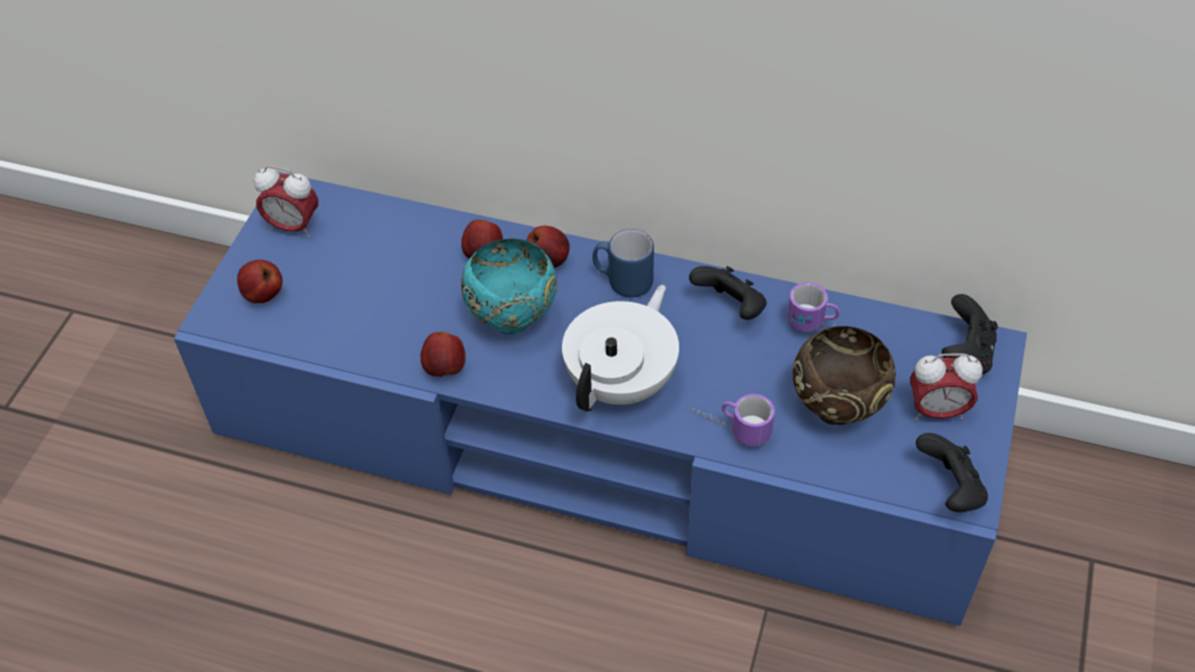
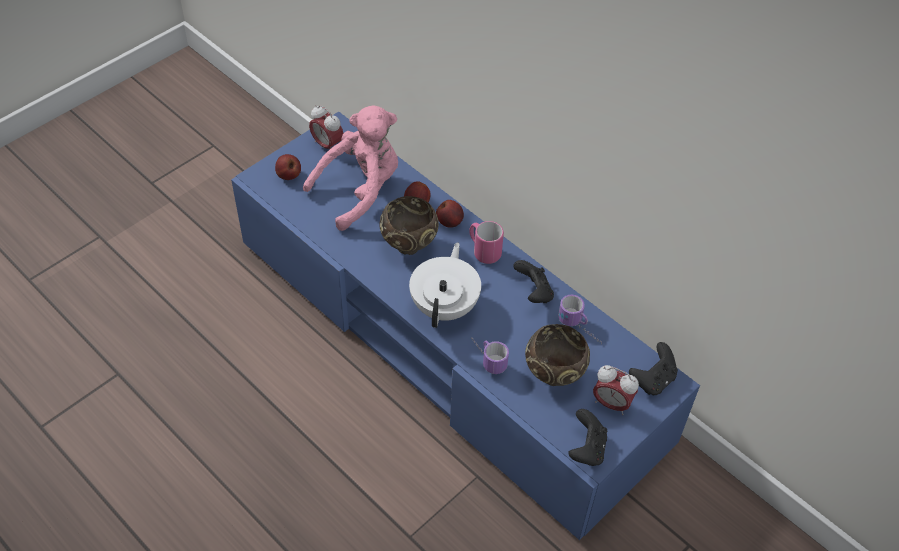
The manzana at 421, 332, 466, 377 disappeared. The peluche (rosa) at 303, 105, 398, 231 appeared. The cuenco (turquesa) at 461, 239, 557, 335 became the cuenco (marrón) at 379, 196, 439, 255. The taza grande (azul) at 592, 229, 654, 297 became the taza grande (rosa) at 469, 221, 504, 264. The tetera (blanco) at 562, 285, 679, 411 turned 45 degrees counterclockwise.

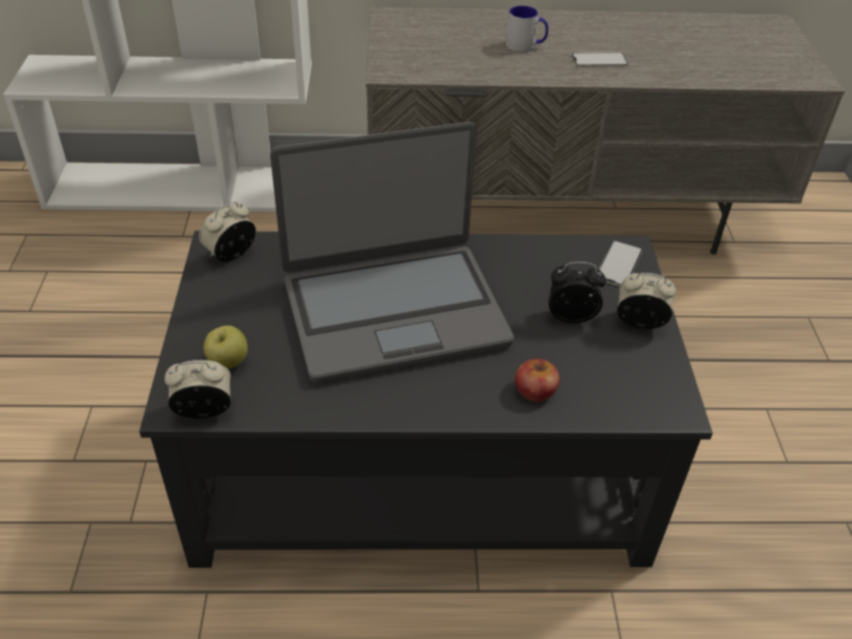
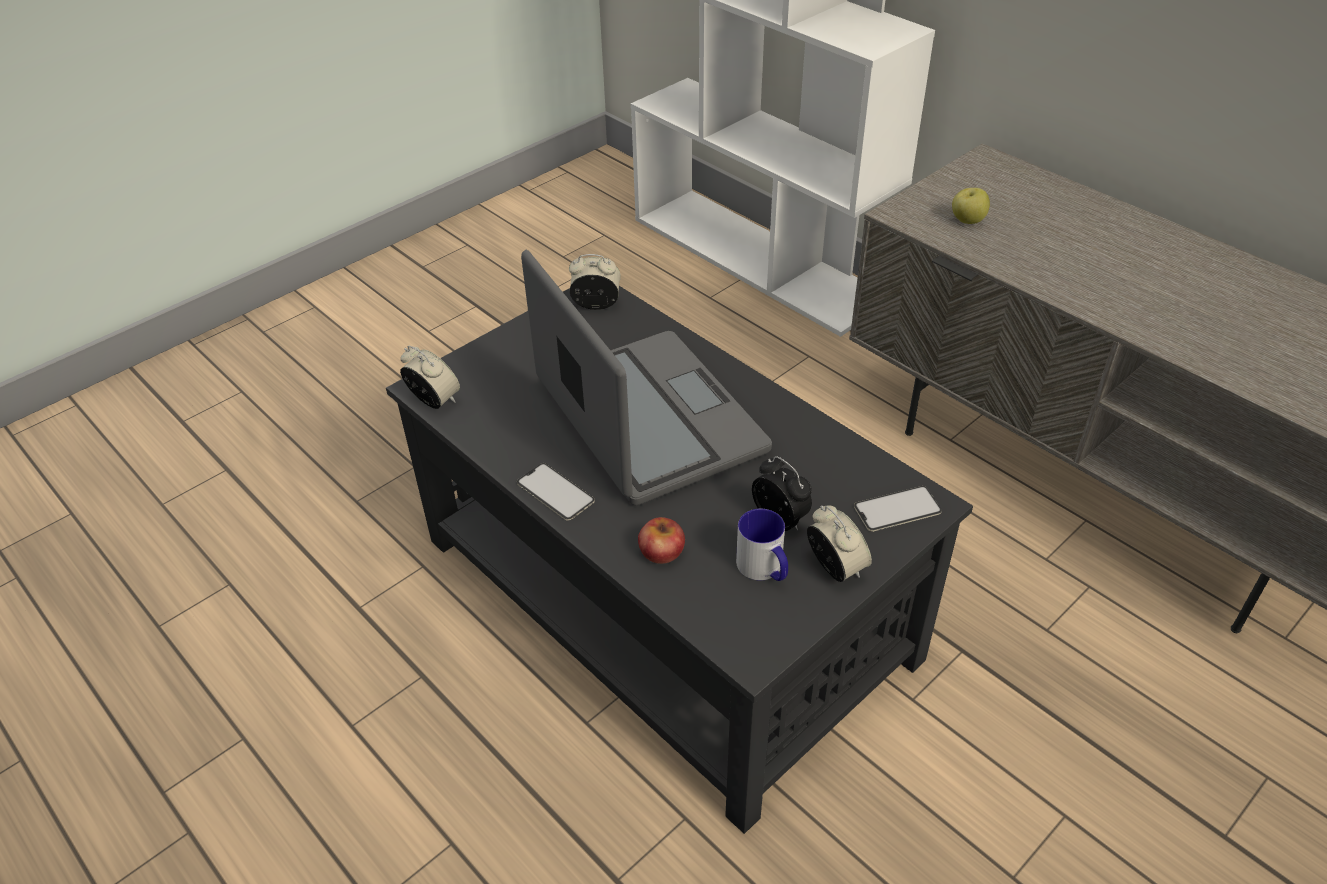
The manzana moved from 204, 326, 248, 369 to 952, 188, 990, 224. The taza grande moved from 506, 6, 548, 52 to 736, 509, 788, 581. The móvil moved from 571, 52, 628, 67 to 517, 463, 595, 521. The portátil at 270, 122, 514, 383 turned 150 degrees counterclockwise.

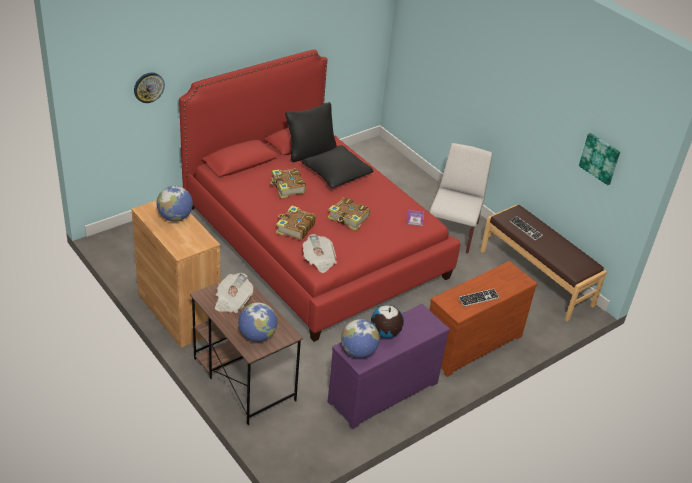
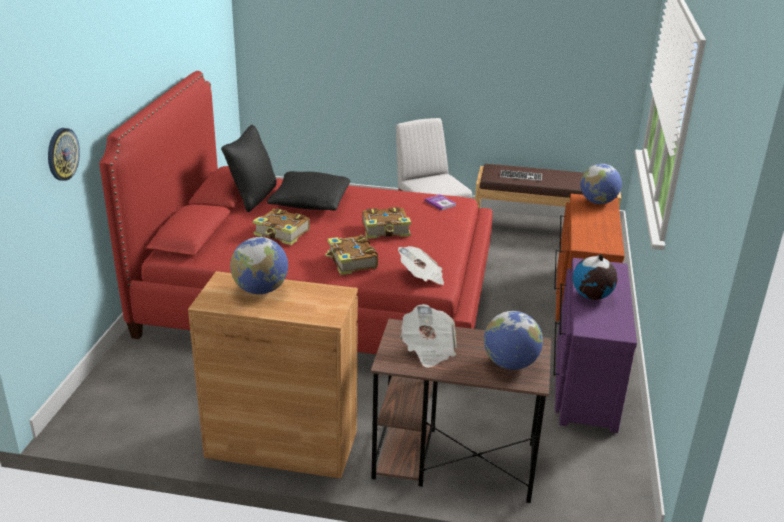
The teclado at 458, 289, 500, 307 disappeared. The cuadro at 579, 133, 620, 185 disappeared. The globo terráqueo moved from 341, 319, 380, 358 to 580, 164, 622, 204.

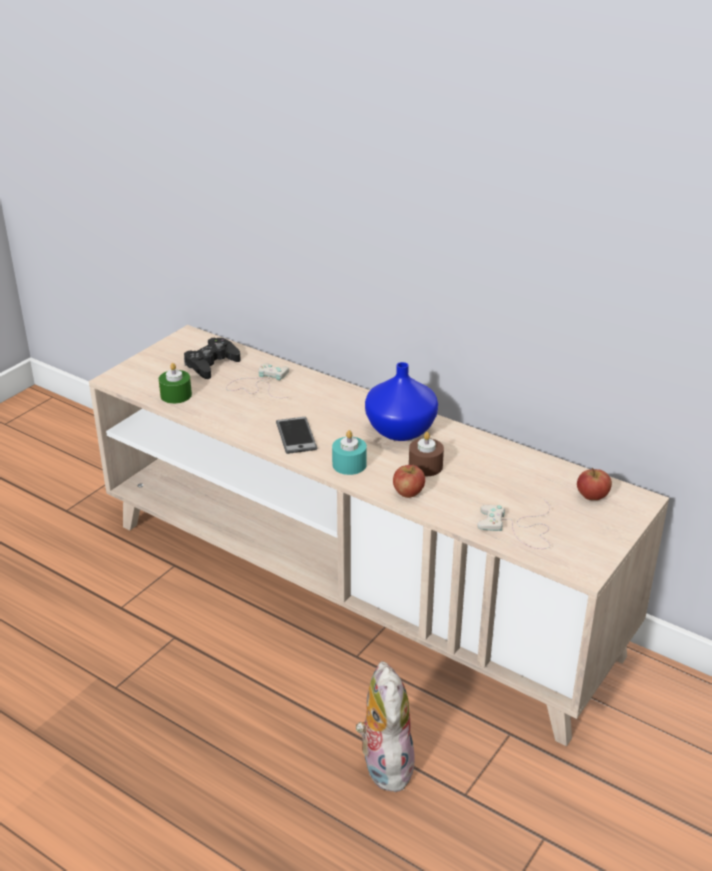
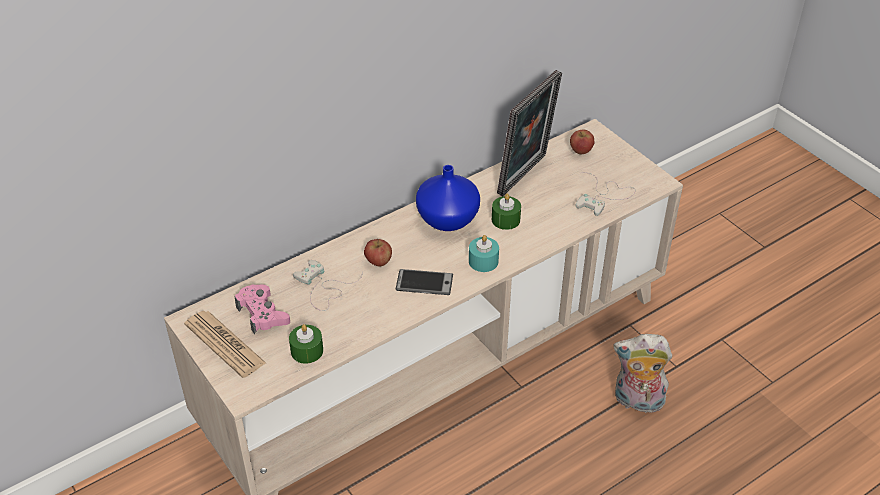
The periódico at 184, 311, 266, 378 appeared. The portarretratos at 497, 70, 562, 196 appeared. The manzana moved from 393, 465, 425, 498 to 364, 239, 392, 267. The mando de consola (negro) at 184, 338, 240, 379 became the mando de consola (rosa) at 235, 284, 290, 334. The vela (marrón) at 409, 432, 444, 476 became the vela (verde) at 492, 193, 521, 230.

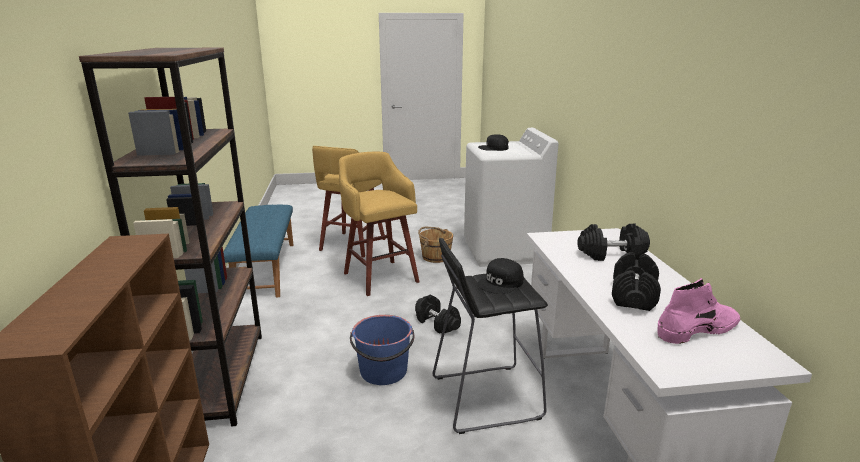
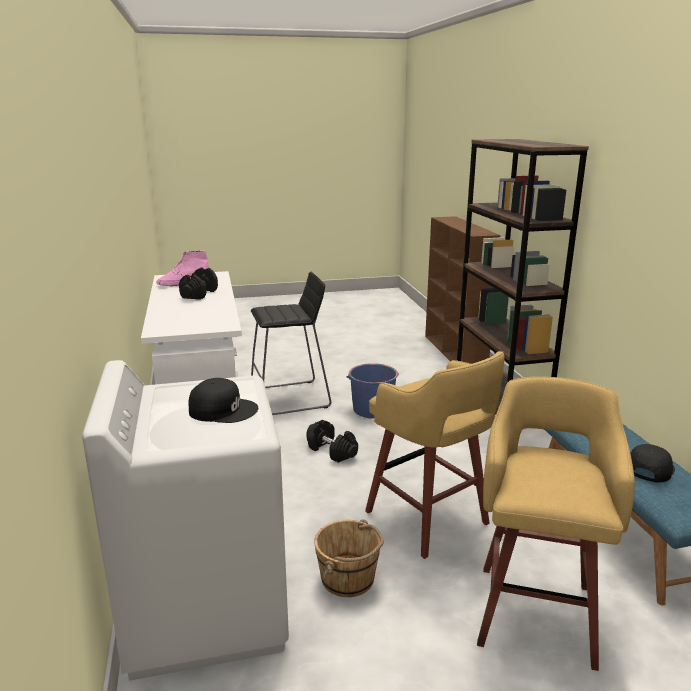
The mancuerna (negro) at 577, 223, 650, 261 disappeared. The gorra (negro) moved from 477, 258, 524, 294 to 631, 444, 675, 483.

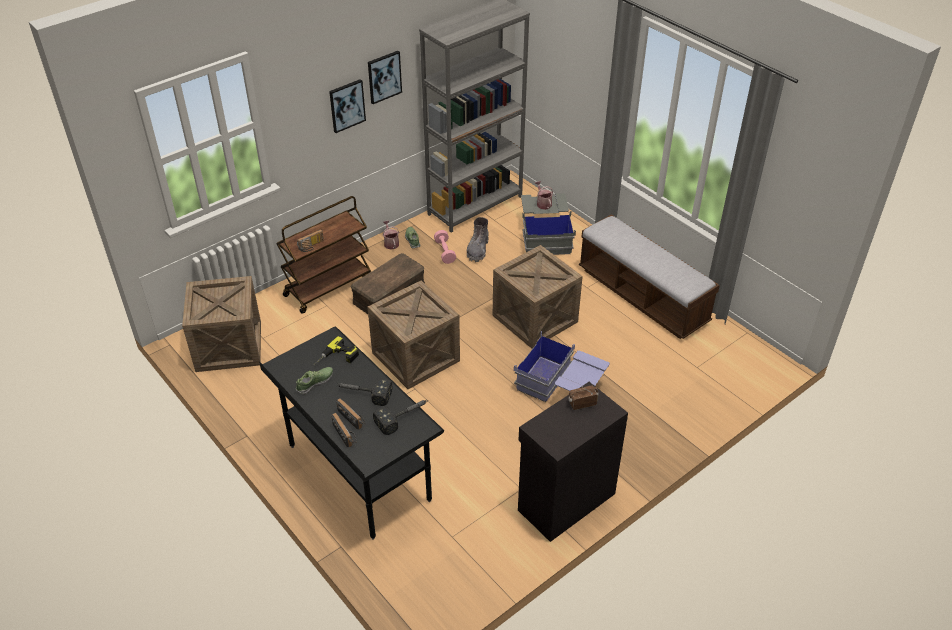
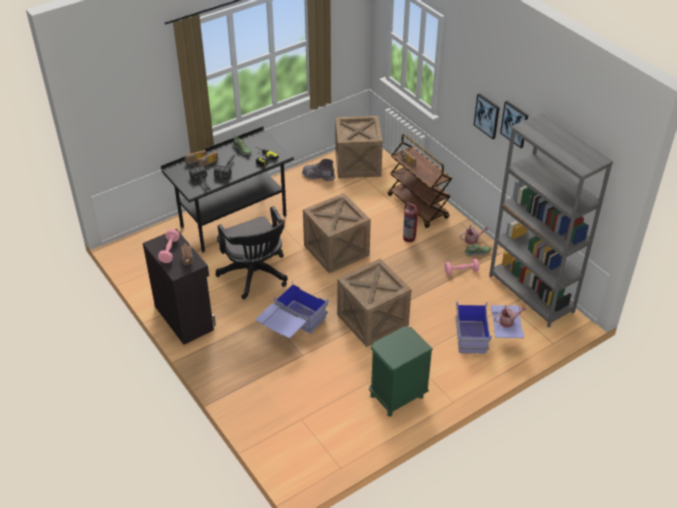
The mancuerna (rosa) at 158, 229, 180, 263 appeared. The silla de oficina (negro) at 216, 206, 288, 299 appeared. The bota (gris) moved from 467, 217, 489, 262 to 302, 159, 335, 181. The caja de almacenaje (marrón) at 351, 253, 425, 314 was replaced by the extintor at 403, 202, 418, 242. The banco at 579, 214, 720, 339 was replaced by the mesita de noche (verde) at 369, 326, 433, 417. The caja de almacenaje (gris) at 521, 193, 576, 255 became the caja de almacenaje (azul) at 455, 301, 524, 354.

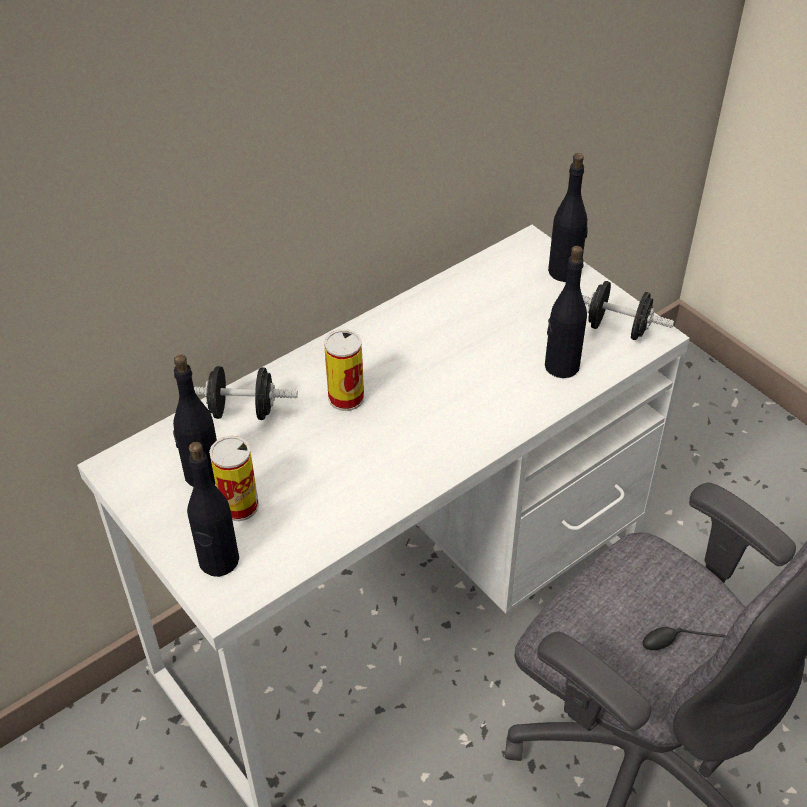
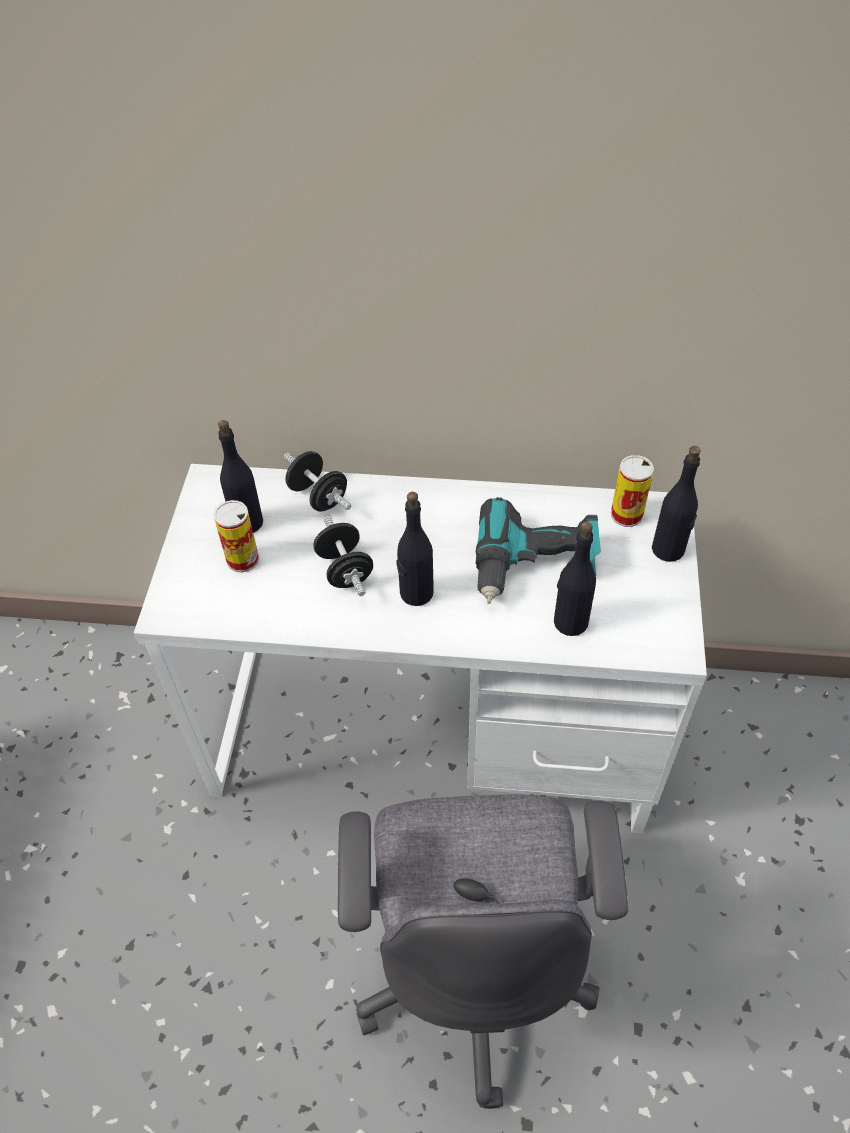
The taladro at 475, 497, 601, 604 appeared. The botella (negro) moved from 187, 442, 239, 577 to 396, 492, 434, 606. The lata moved from 324, 329, 364, 411 to 611, 455, 654, 527. The mancuerna (negro) moved from 582, 281, 674, 340 to 314, 516, 373, 596.

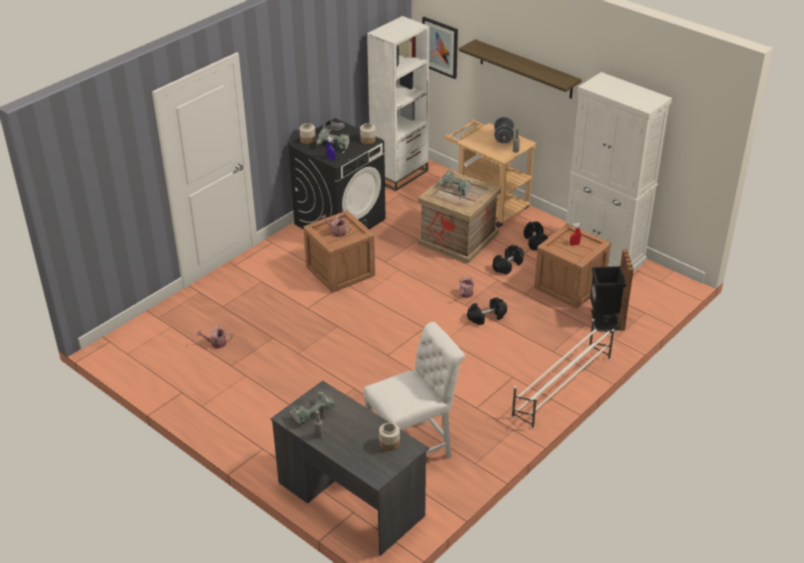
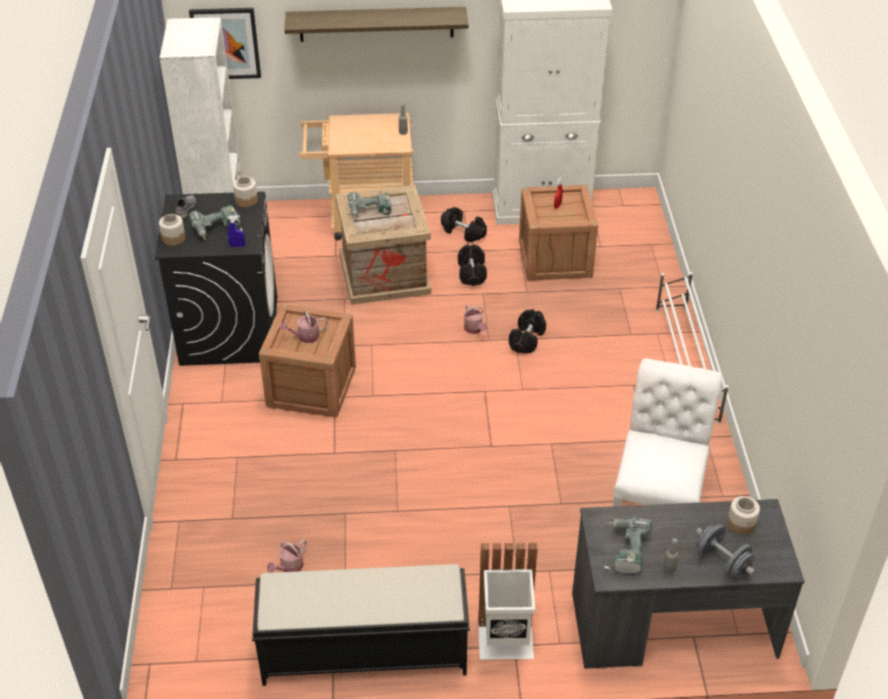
The papelera (negro) at 590, 250, 634, 331 disappeared. The banco (negro) at 252, 564, 470, 686 appeared. The papelera (blanco) at 478, 543, 537, 660 appeared. The mancuerna (gris) moved from 494, 117, 514, 144 to 696, 524, 755, 578.

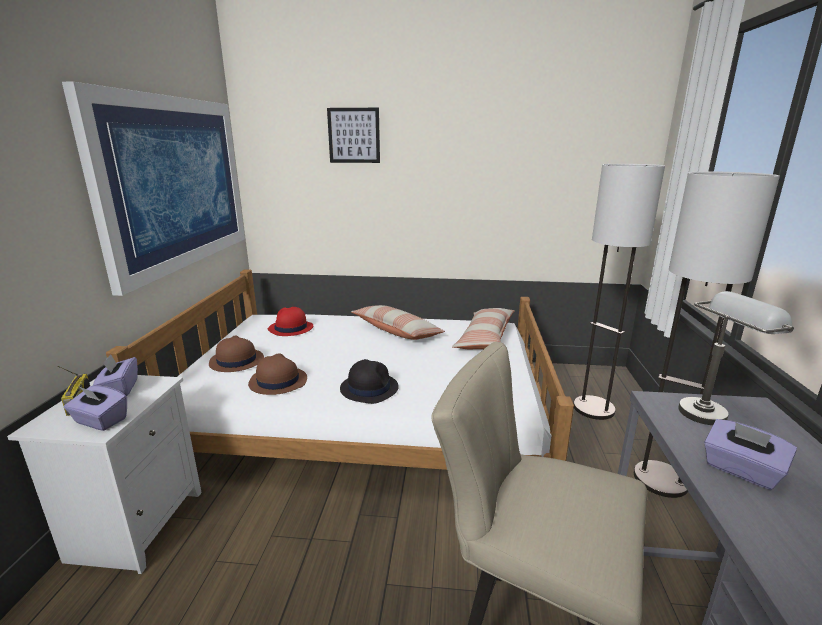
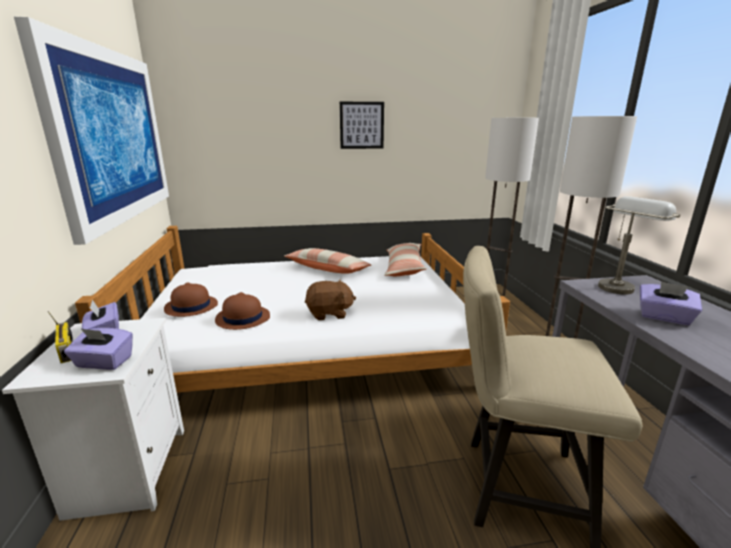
The sombrero (rojo) at 268, 307, 313, 336 disappeared. The cuadro moved from 327, 108, 380, 163 to 340, 102, 384, 149. The sombrero (negro) at 340, 359, 399, 404 was replaced by the peluche (marrón) at 305, 279, 356, 320.

